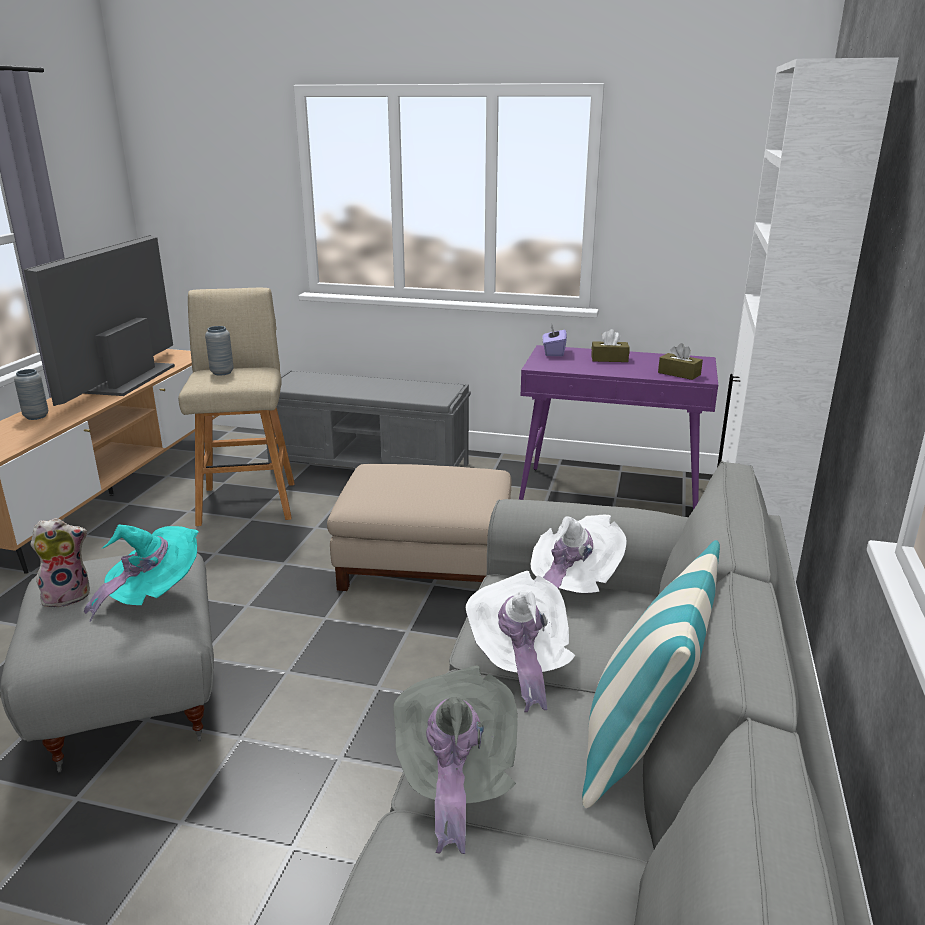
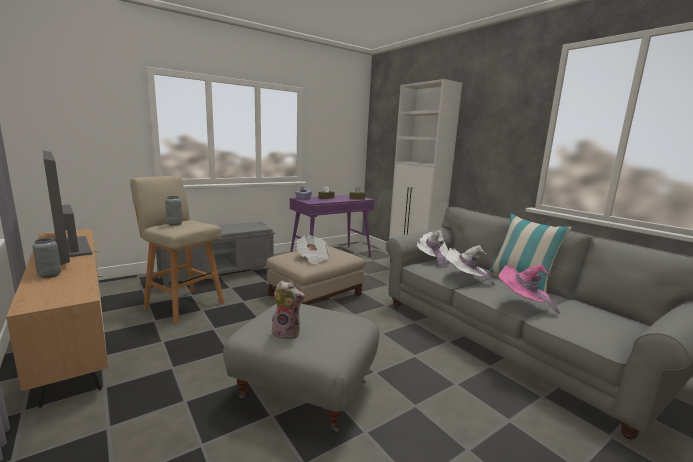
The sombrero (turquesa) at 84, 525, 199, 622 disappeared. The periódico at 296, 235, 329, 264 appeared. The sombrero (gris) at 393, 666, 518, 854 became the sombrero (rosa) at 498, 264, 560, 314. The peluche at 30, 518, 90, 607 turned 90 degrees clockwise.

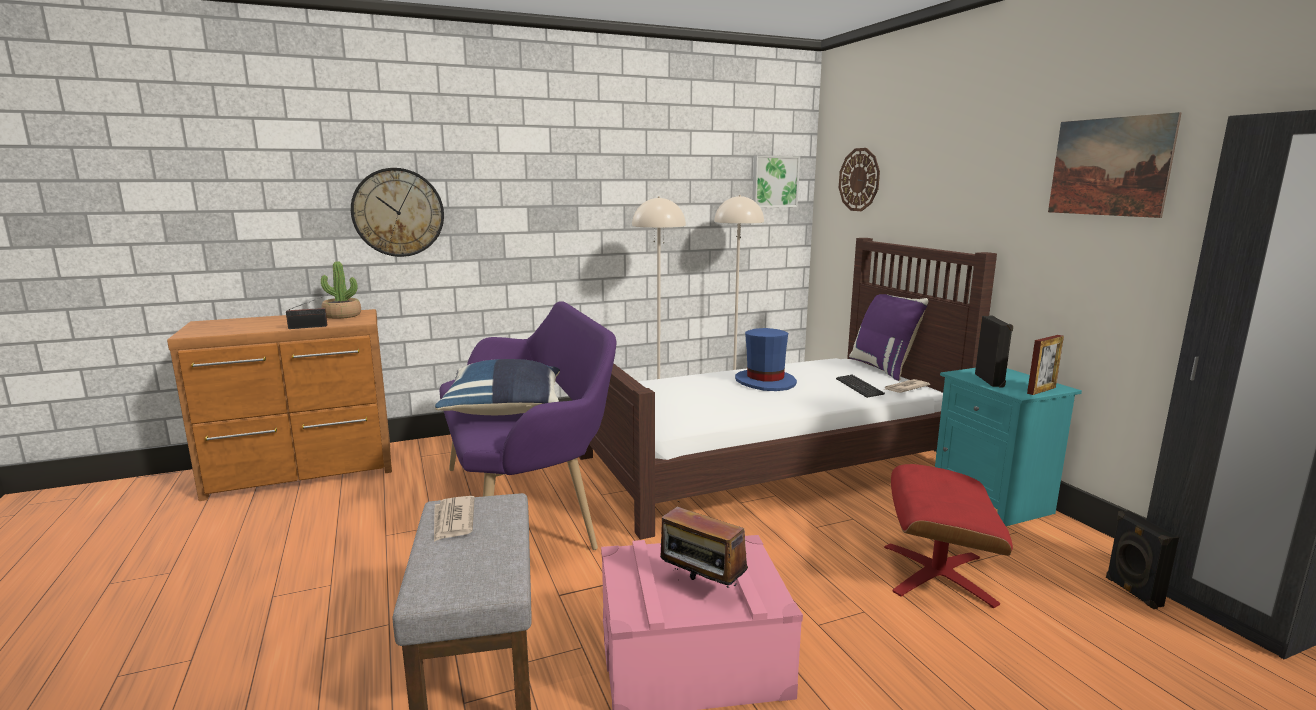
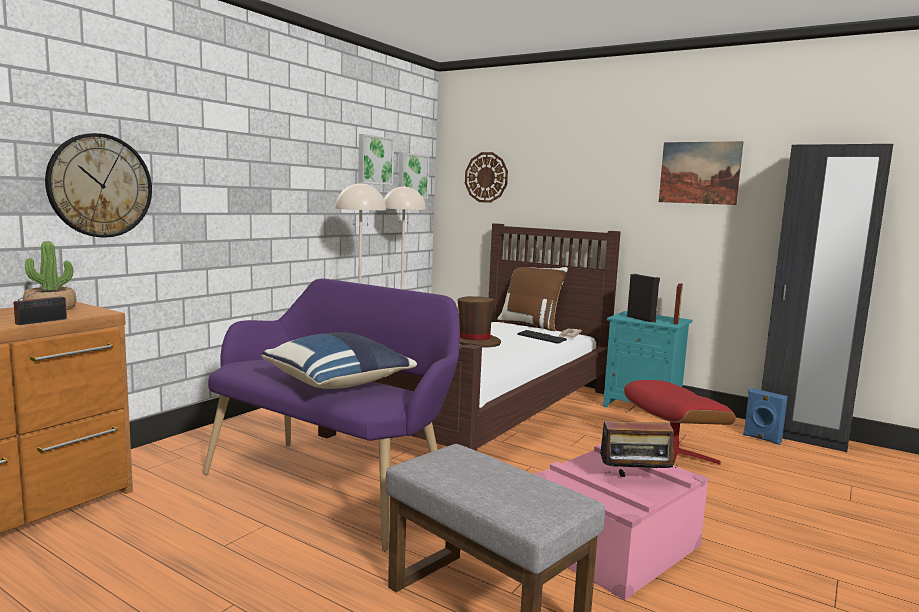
The periódico at 434, 496, 474, 542 disappeared. The cuadro at 358, 134, 394, 185 appeared. The sombrero (azul) at 735, 328, 797, 391 became the sombrero (marrón) at 457, 296, 501, 348. The cojín (morado) at 849, 294, 928, 381 became the cojín (marrón) at 497, 267, 568, 331. The altavoz (negro) at 1106, 511, 1179, 609 became the altavoz (azul) at 743, 388, 788, 445.

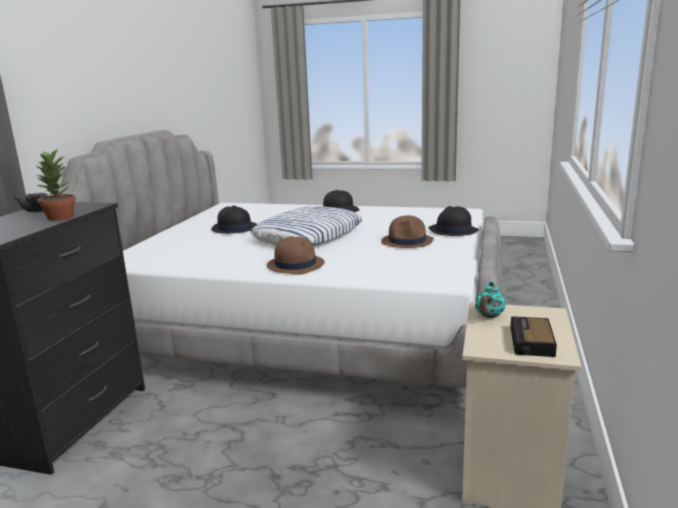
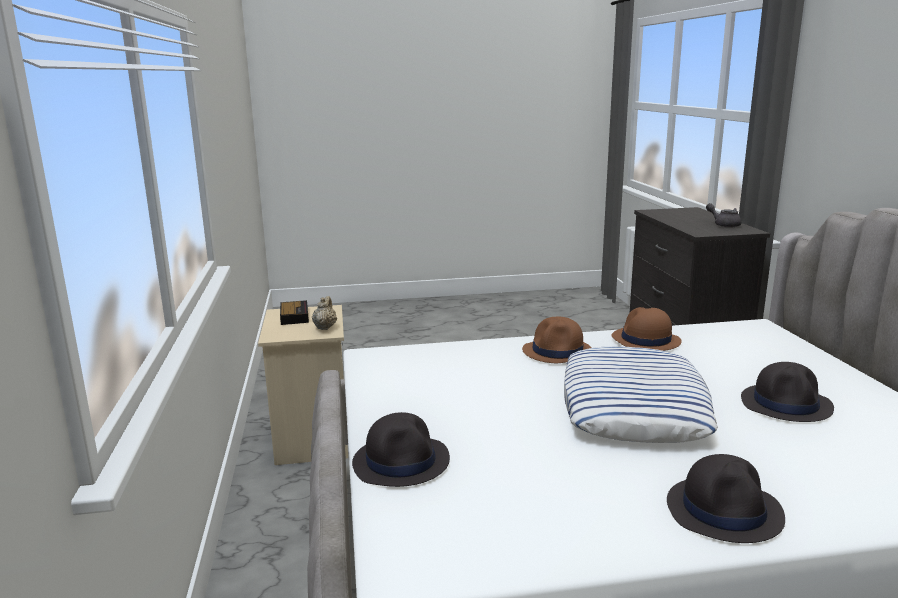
The planta en maceta at 35, 150, 76, 221 disappeared. The sombrero (marrón) moved from 381, 215, 434, 248 to 611, 307, 682, 351. The tetera (turquesa) at 475, 281, 505, 318 became the tetera (beis) at 312, 296, 337, 330.

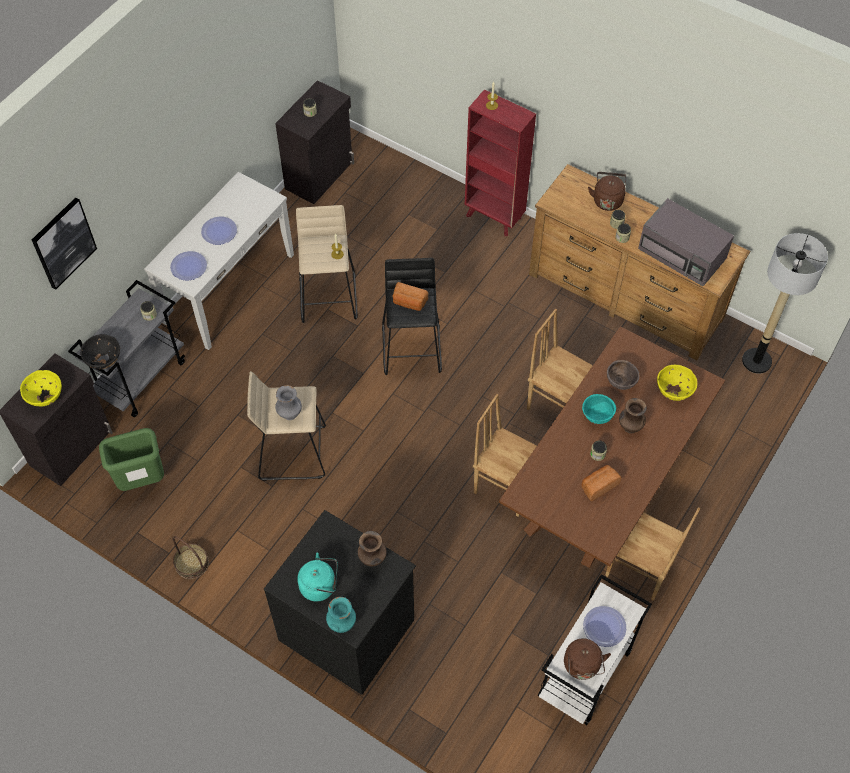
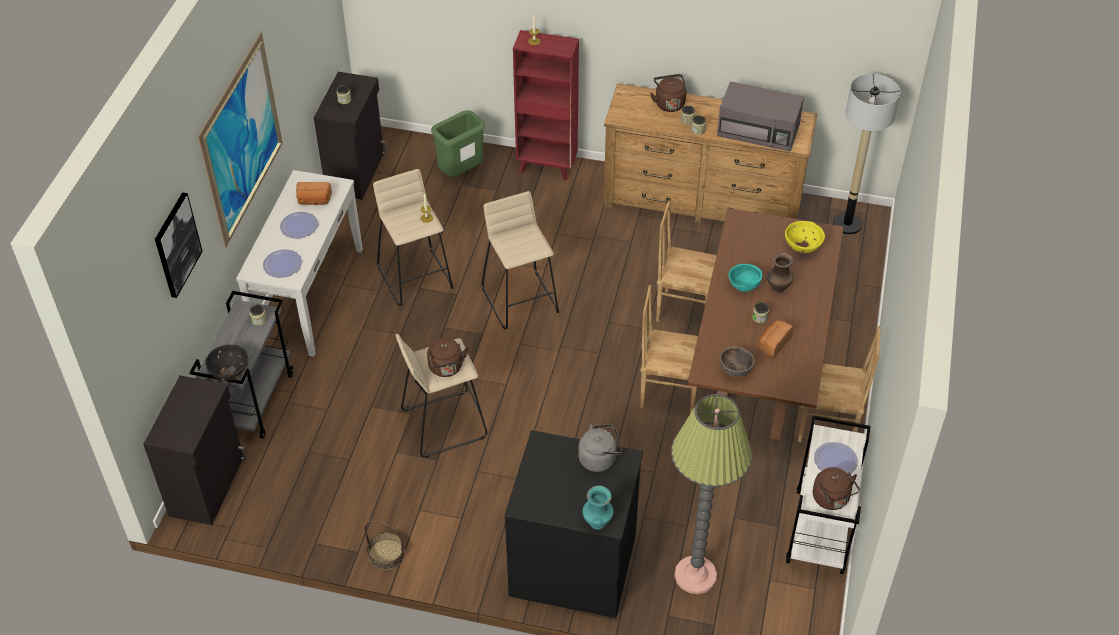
The cuenco (amarillo) at 20, 370, 62, 407 disappeared. The hervidor (turquesa) at 297, 552, 338, 602 disappeared. The cuadro at 198, 32, 283, 248 appeared. The lámpara de pie at 671, 394, 752, 594 appeared. The papelera (verde) moved from 99, 428, 164, 491 to 431, 110, 485, 177. The pan moved from 393, 282, 428, 311 to 296, 182, 332, 205. The cuenco (marrón) moved from 607, 360, 640, 390 to 720, 346, 755, 377. The florero (gris) at 275, 385, 302, 420 was replaced by the hervidor (marrón) at 427, 337, 469, 377. The florero (marrón) at 358, 531, 387, 566 was replaced by the hervidor (gris) at 578, 424, 622, 472. The taburete (negro) at 382, 258, 442, 375 became the taburete (beis) at 481, 191, 559, 329.

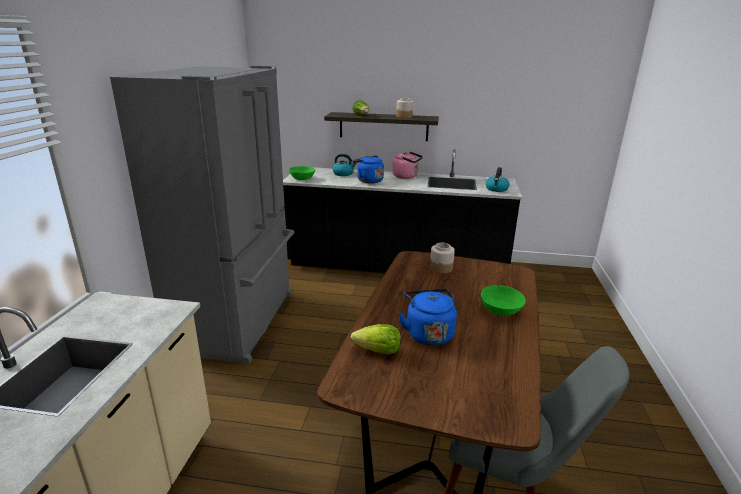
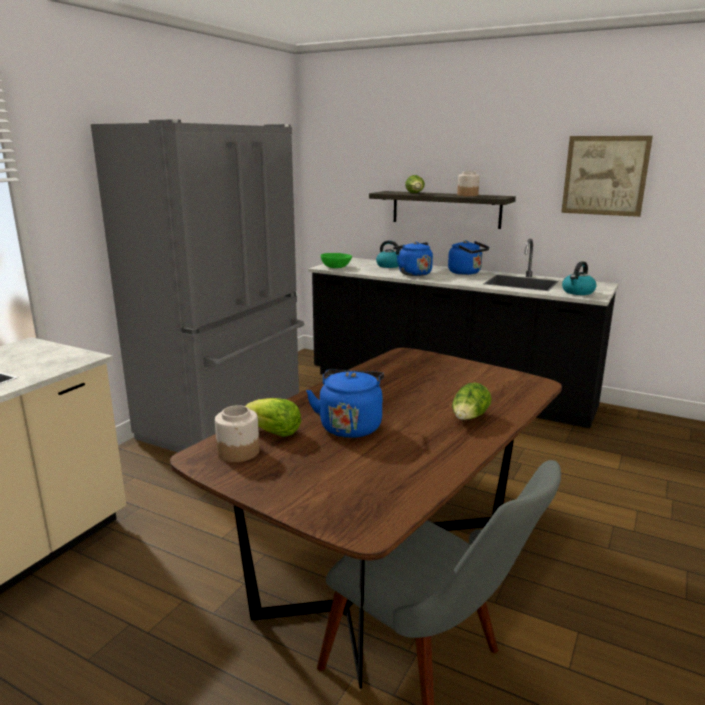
The cuadro at 561, 136, 653, 217 appeared. The tarro moved from 430, 243, 455, 273 to 215, 405, 260, 462. The cuenco (verde) at 481, 285, 526, 316 was replaced by the lechuga at 452, 382, 491, 420. The hervidor (rosa) at 392, 152, 423, 179 became the hervidor (azul) at 448, 240, 489, 275.

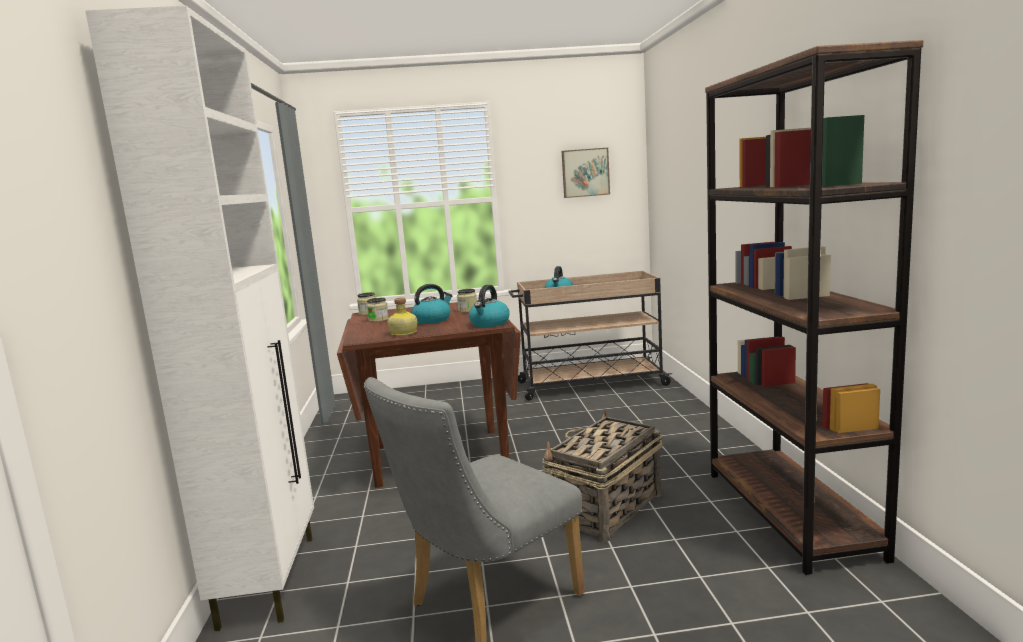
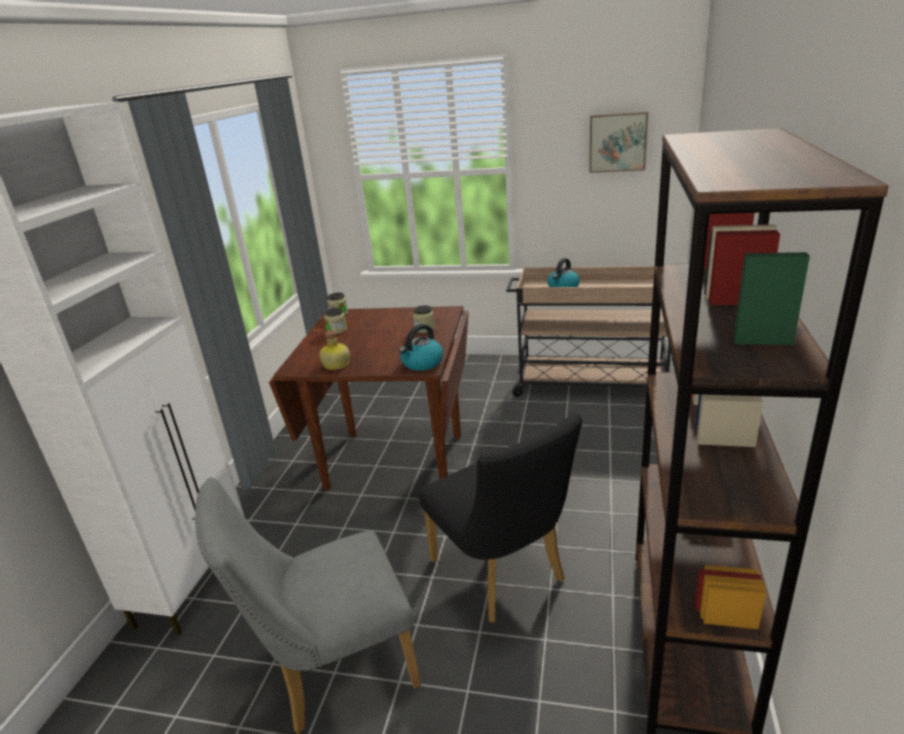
The hervidor at 411, 284, 452, 324 disappeared. The cesta at 542, 410, 663, 542 was replaced by the silla (negro) at 419, 413, 583, 622.

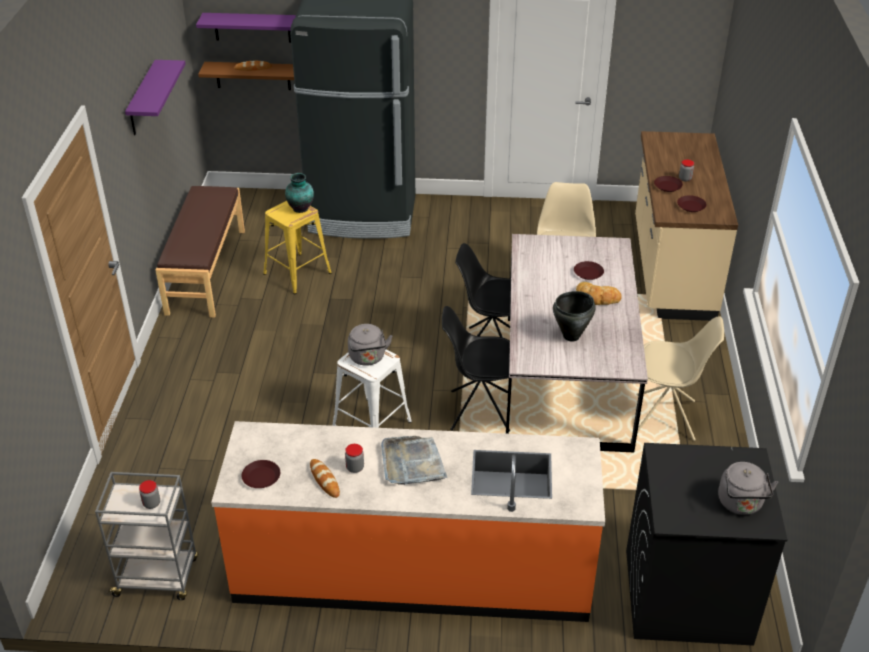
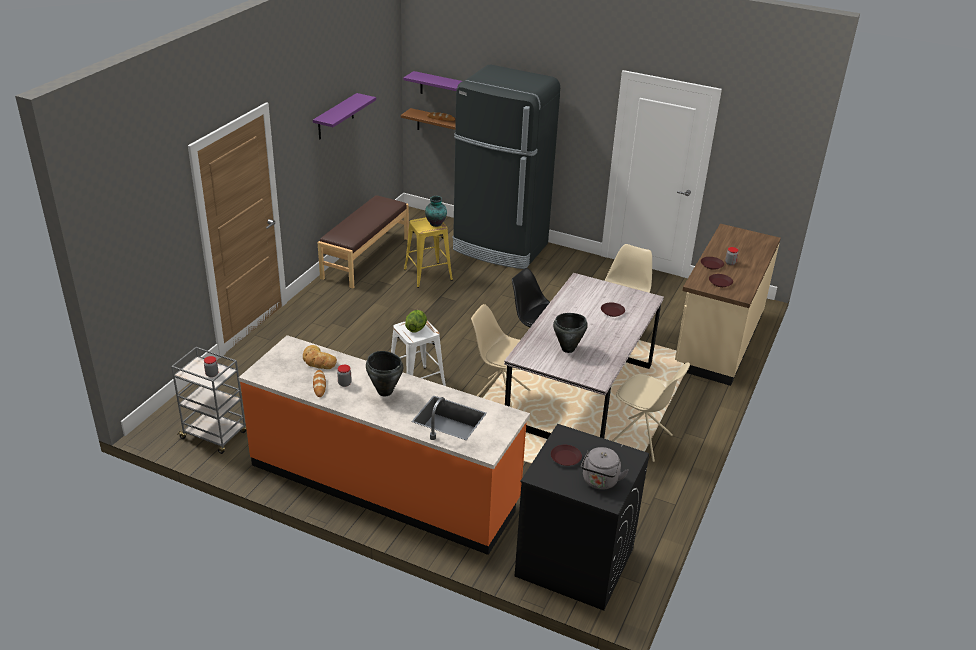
The plato (marrón) moved from 242, 460, 280, 488 to 551, 445, 582, 466. The pan moved from 576, 282, 622, 305 to 303, 345, 337, 369. The hervidor (gris) at 348, 324, 393, 366 was replaced by the lechuga at 405, 310, 427, 333. The bandeja (gris) at 381, 436, 448, 485 was replaced by the olla (negro) at 366, 351, 403, 396. The silla (negro) at 442, 306, 510, 432 became the silla (beis) at 471, 304, 530, 407.

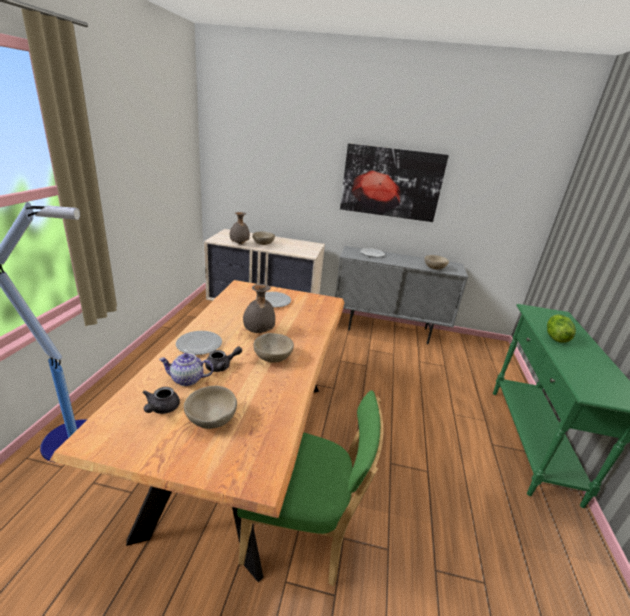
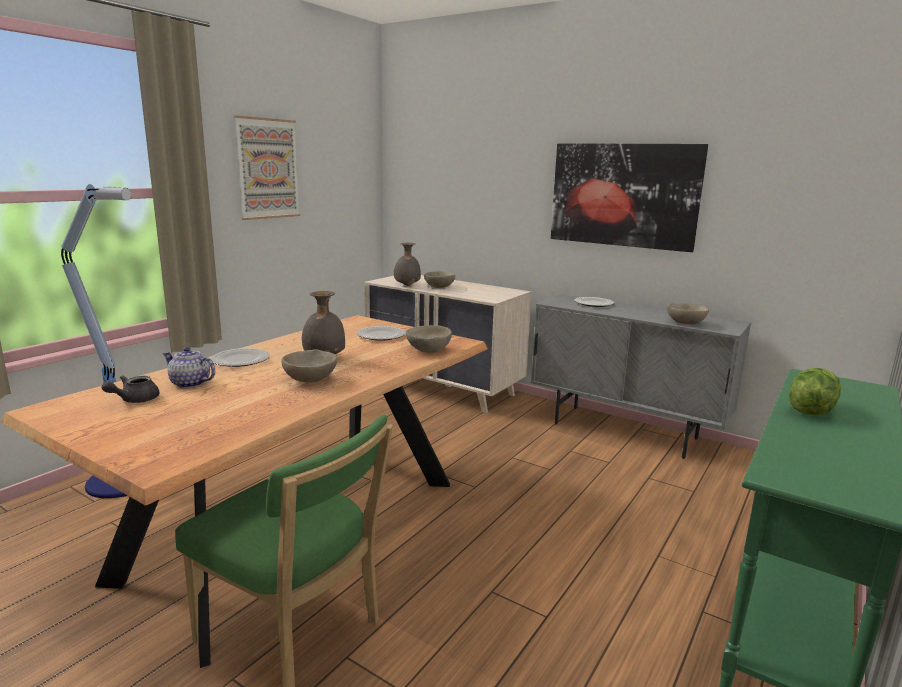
The tetera (gris) at 205, 346, 242, 372 disappeared. The cuadro at 234, 115, 300, 220 appeared. The cuenco (beis) moved from 184, 386, 237, 429 to 406, 325, 452, 353.

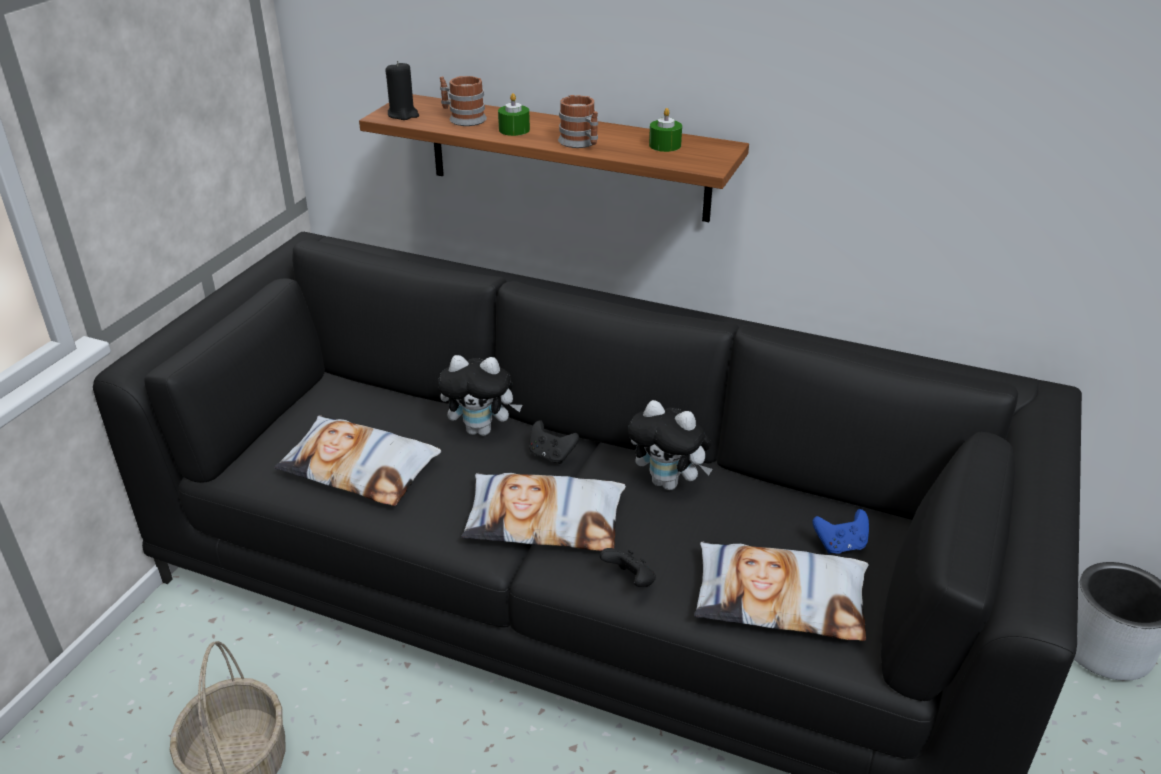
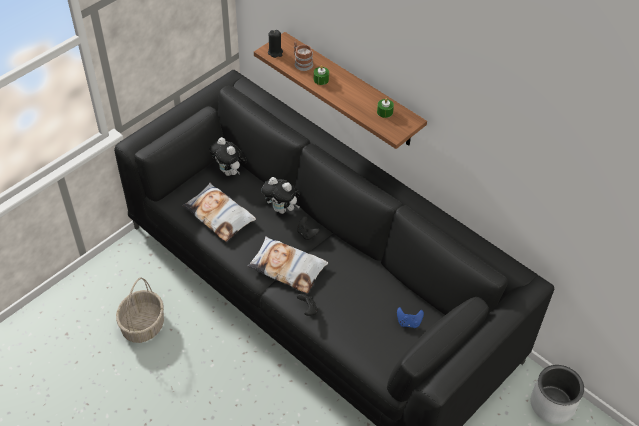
The taza grande at 558, 95, 598, 148 disappeared. The cojín at 694, 541, 869, 641 disappeared. The peluche moved from 628, 400, 713, 490 to 209, 137, 247, 176.

